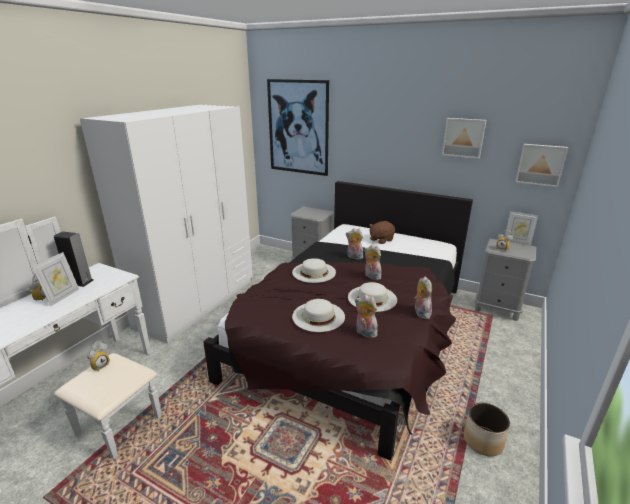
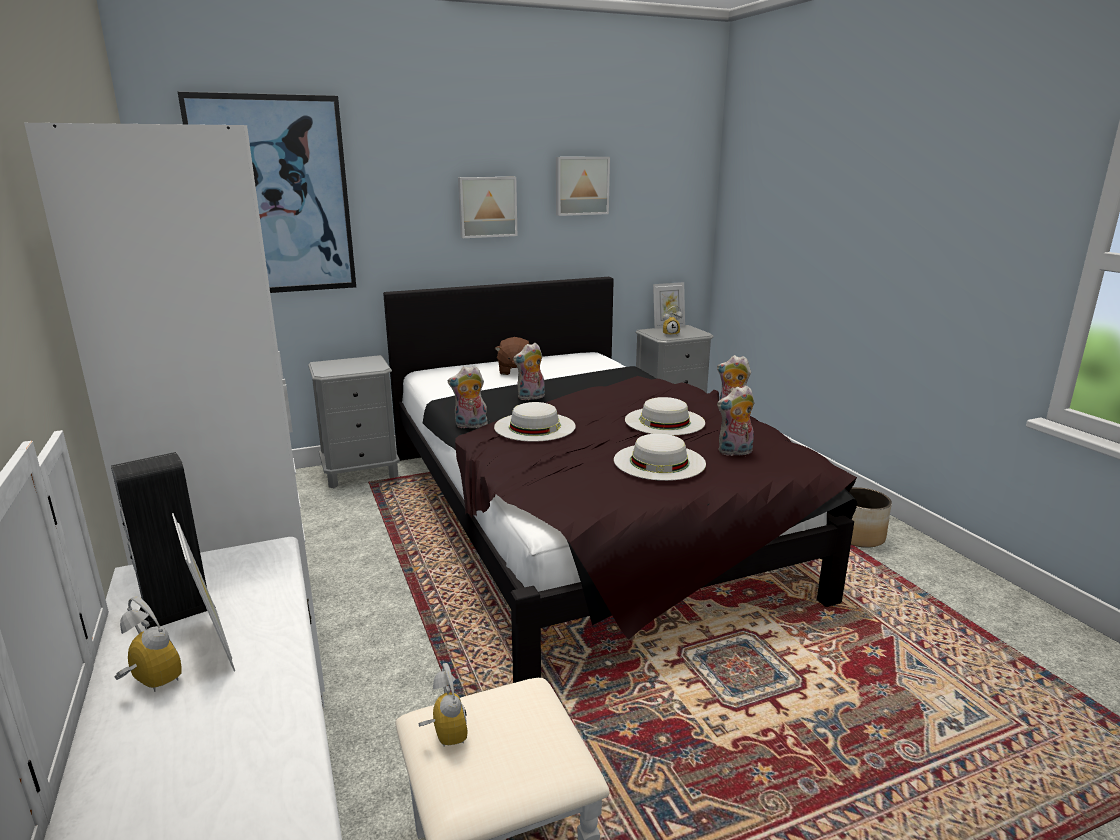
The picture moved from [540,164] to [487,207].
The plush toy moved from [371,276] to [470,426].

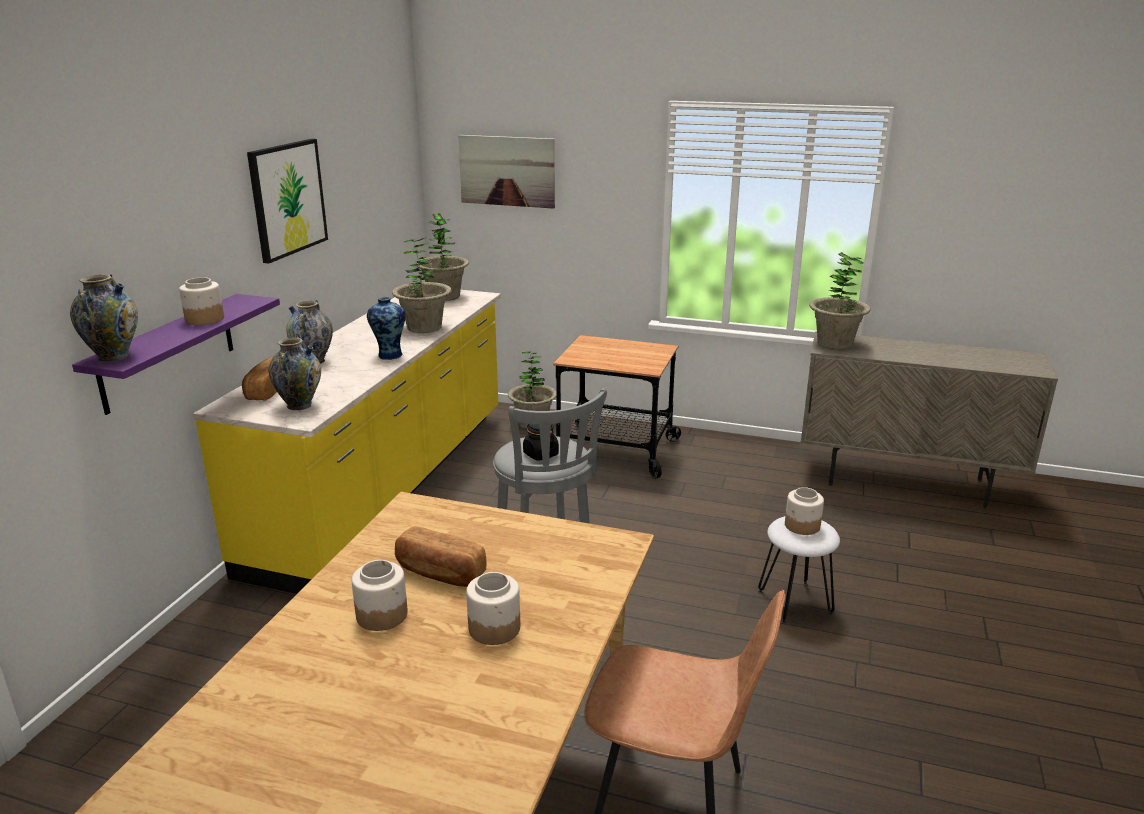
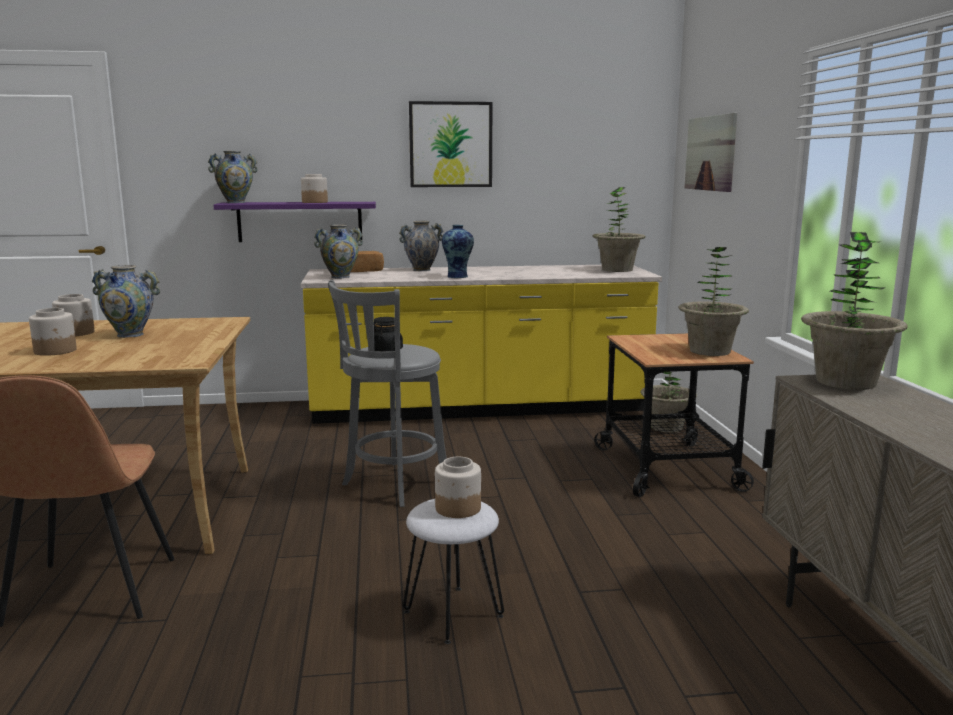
The potted plant moved from [424,327] to [710,351].
The bread at [439,573] was replaced by the vase at [130,335].

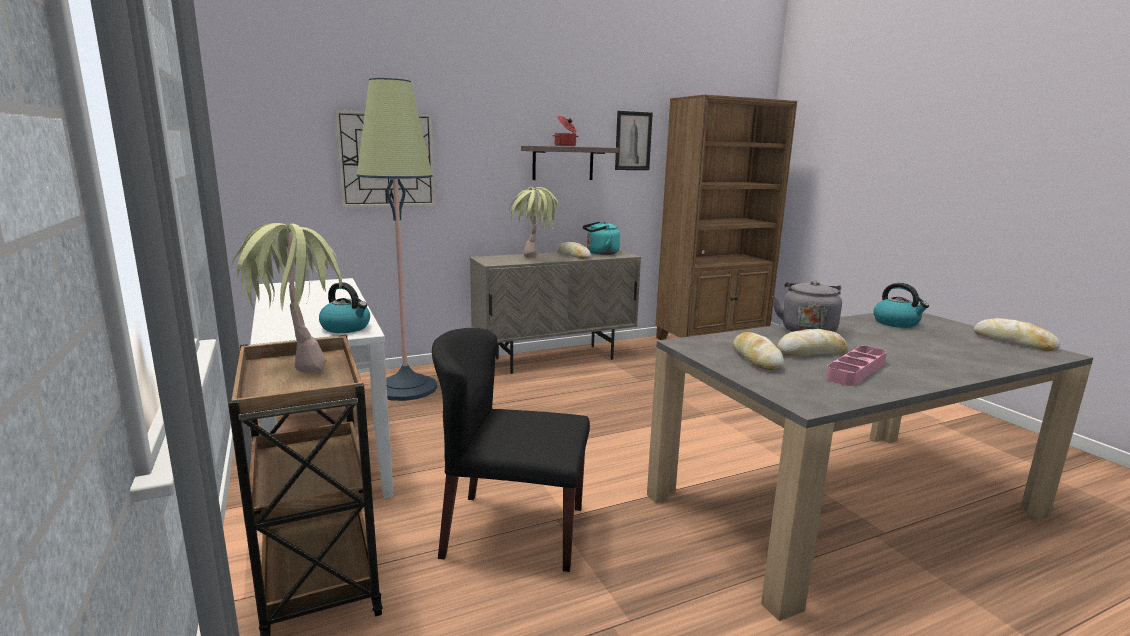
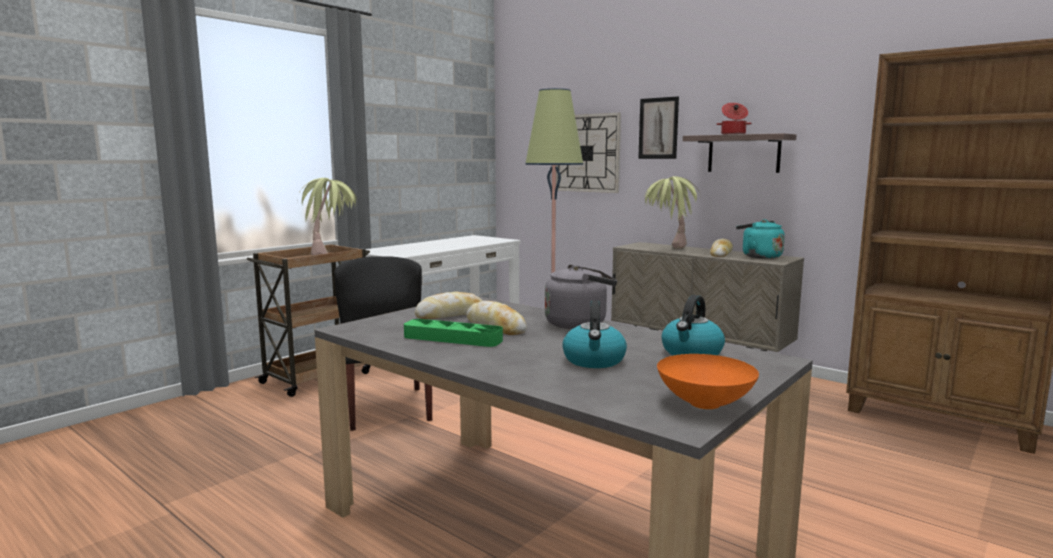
The picture moved from [633,141] to [658,128].
The kettle moved from [346,328] to [594,361].
The bread at [1014,342] was replaced by the orange bowl at [705,404].
The pink tray at [856,370] became the green tray at [452,338].

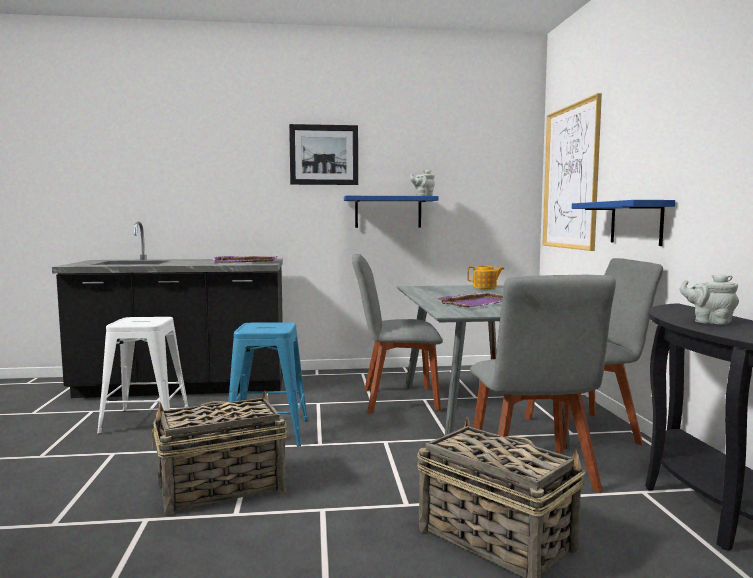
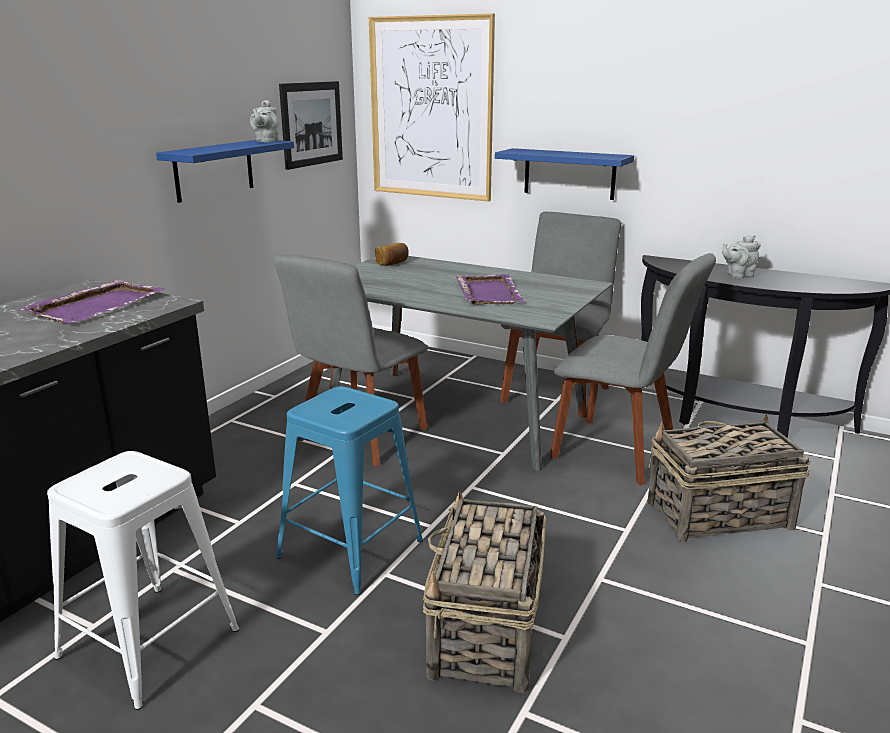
The picture moved from [324,155] to [311,124].
The teapot at [485,287] was replaced by the bread at [393,263].

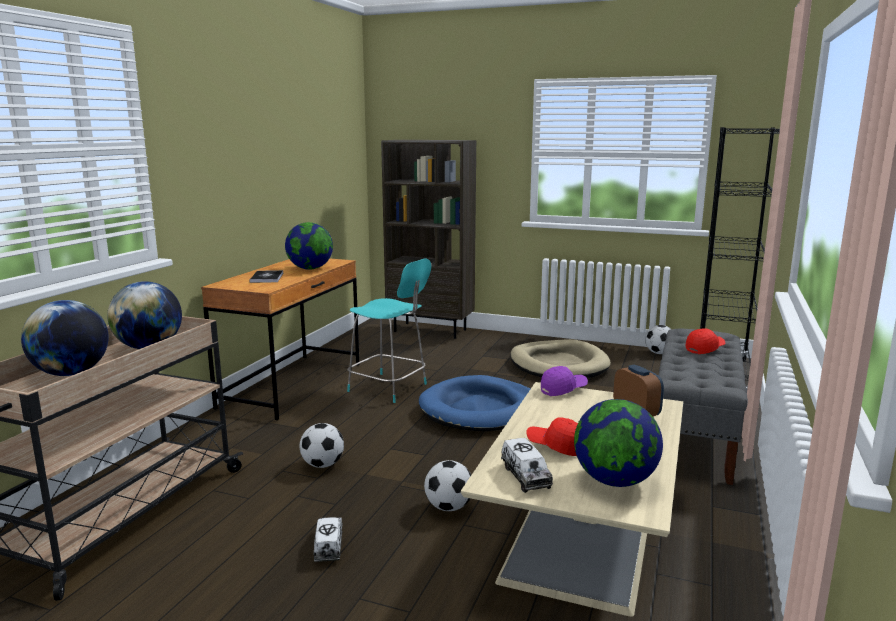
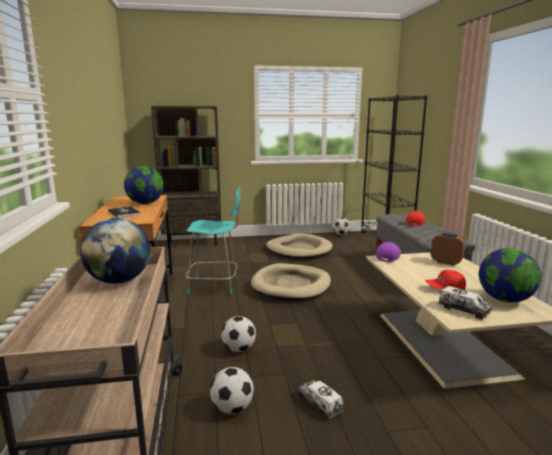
The globe at [71,373] disappeared.
The blue dog bed at [481,409] became the beige dog bed at [291,285].
The football moved from [448,507] to [232,408].

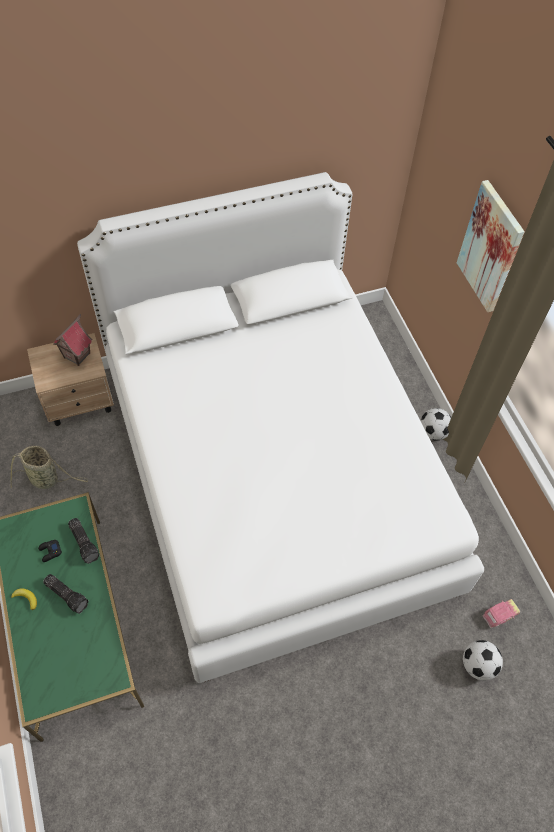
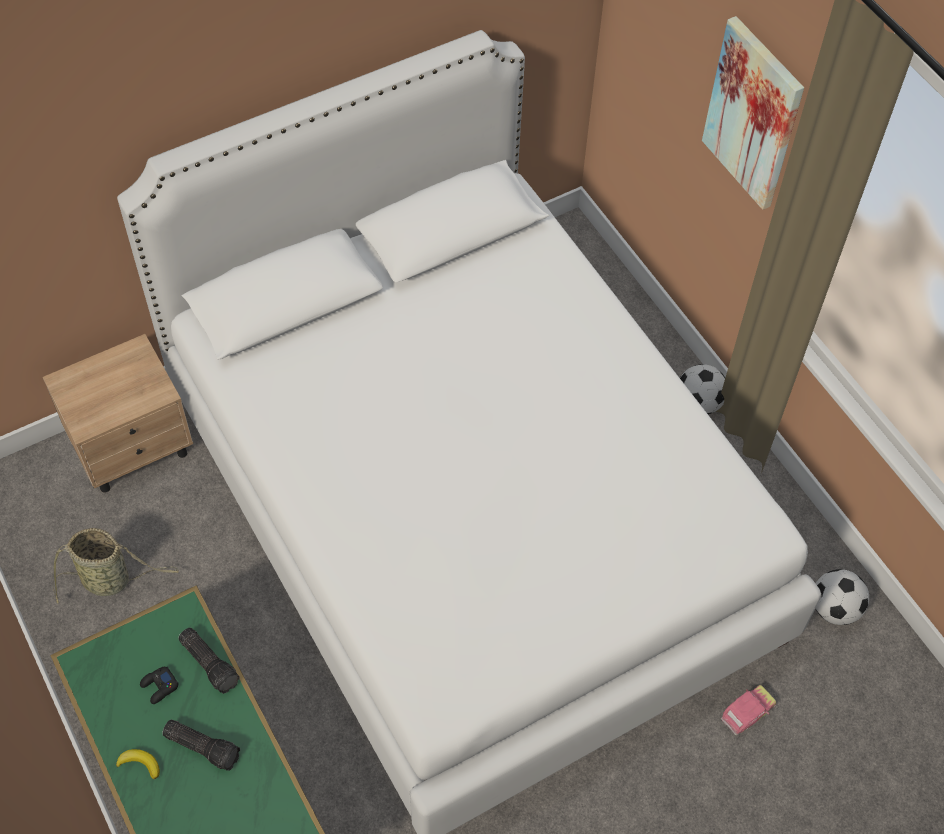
The toy house at [76,355] disappeared.
The toy car moved from [499,615] to [747,713].
The football moved from [478,665] to [834,609].

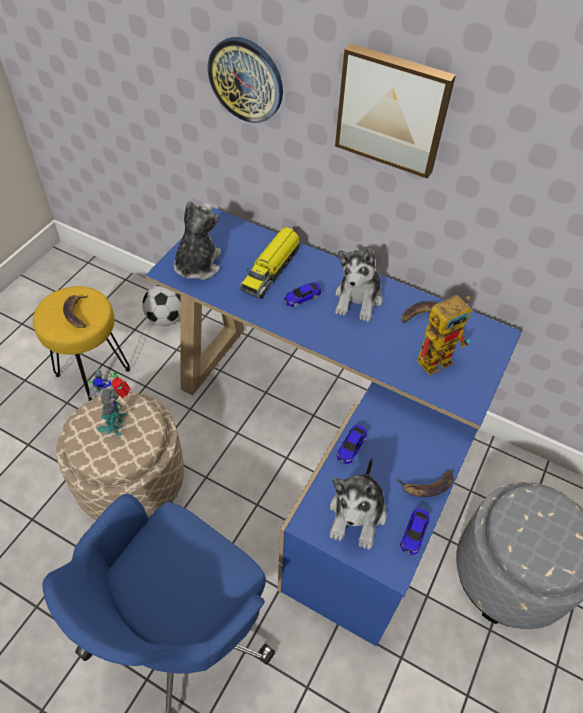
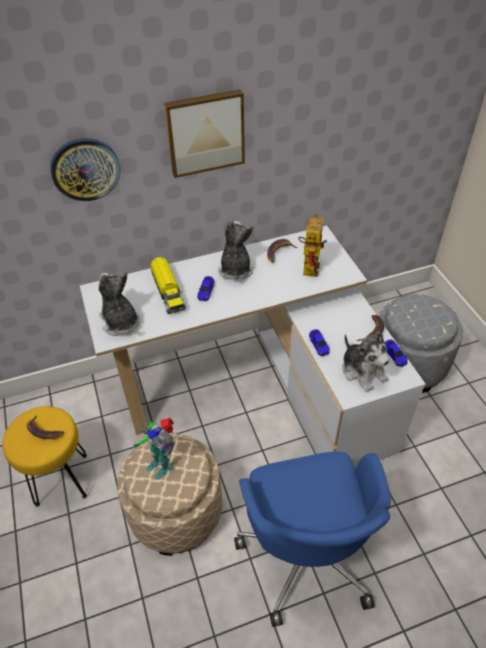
The blue desk at [328,445] became the white desk at [259,385].
The plush toy at [358,299] turned 150 degrees counterclockwise.
The football at [166,318] disappeared.

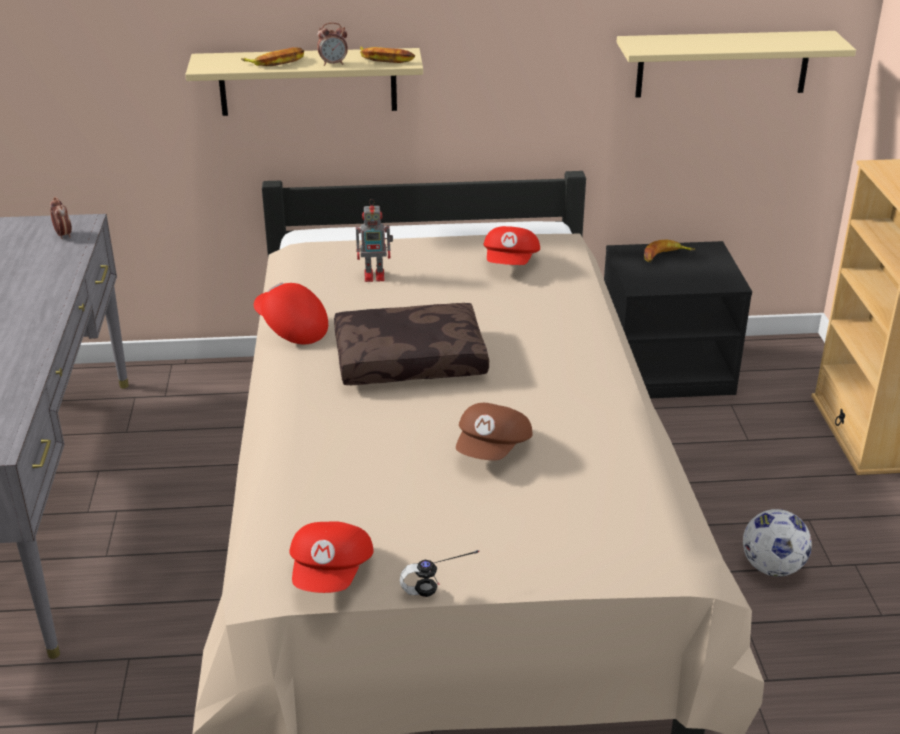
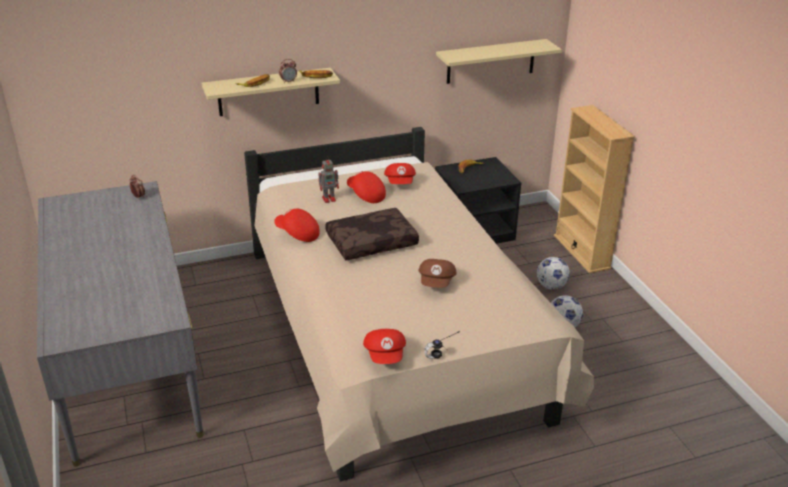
The red cap at [365,195] appeared.
The football at [551,286] appeared.

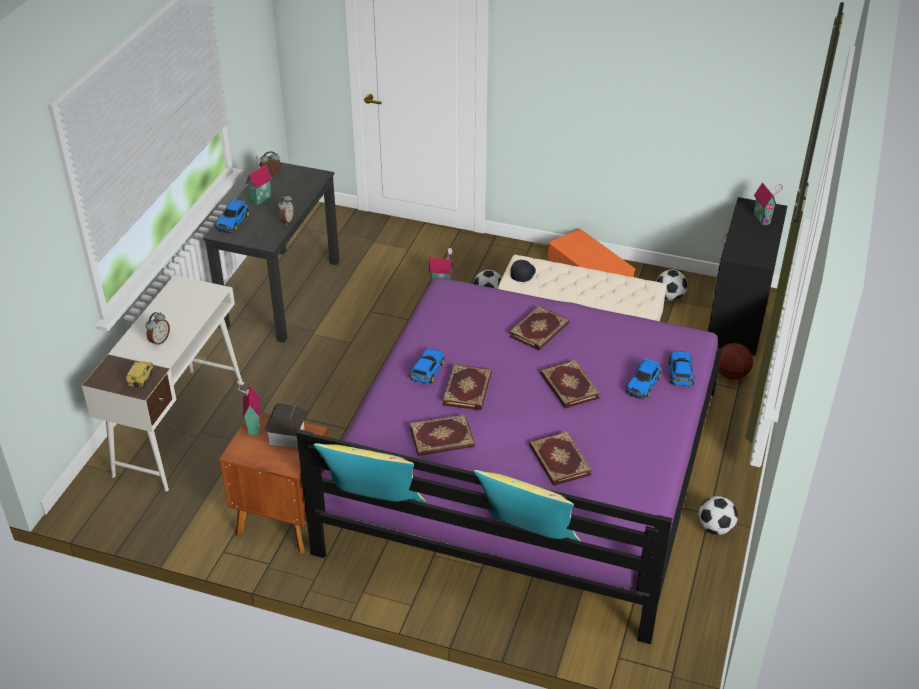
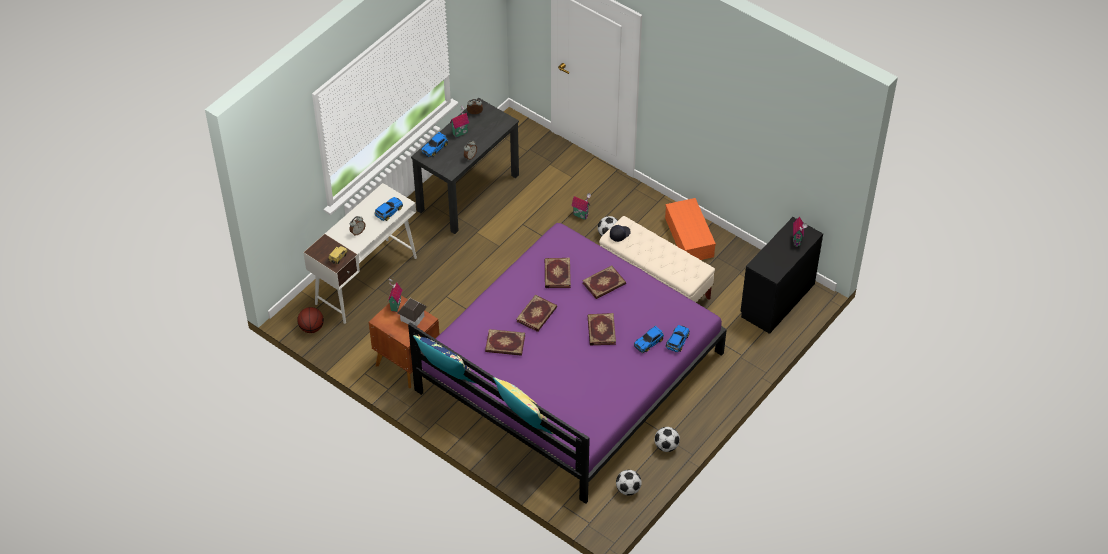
The football moved from [669,297] to [628,489].
The basketball moved from [731,375] to [311,328].
The toy car moved from [426,371] to [388,211].
The book moved from [558,461] to [556,274].
The yellow pillow at [373,505] became the blue pillow at [446,376].

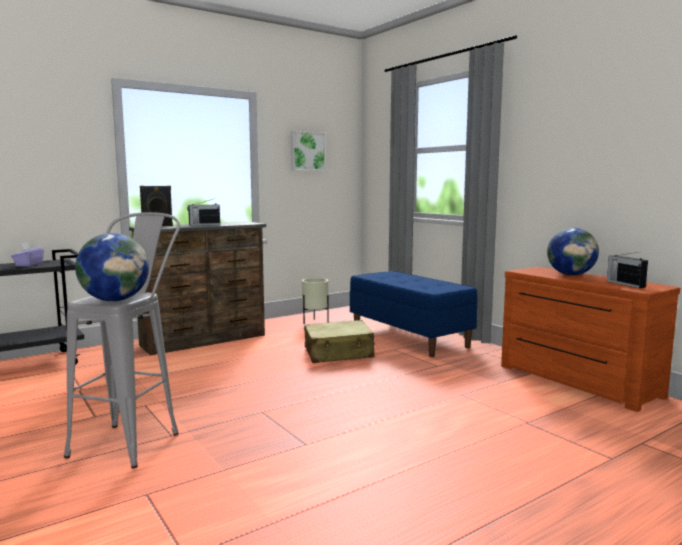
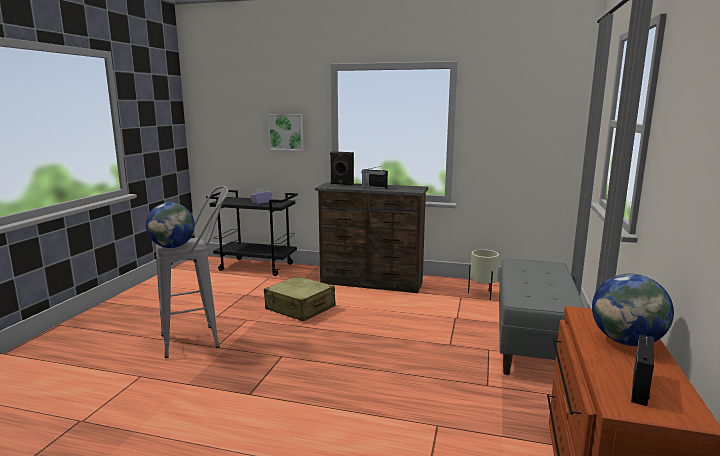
The picture moved from [307,151] to [286,132].
The blue bench at [409,337] became the grey bench at [533,344].
The beige suitcase moved from [338,353] to [300,308].

